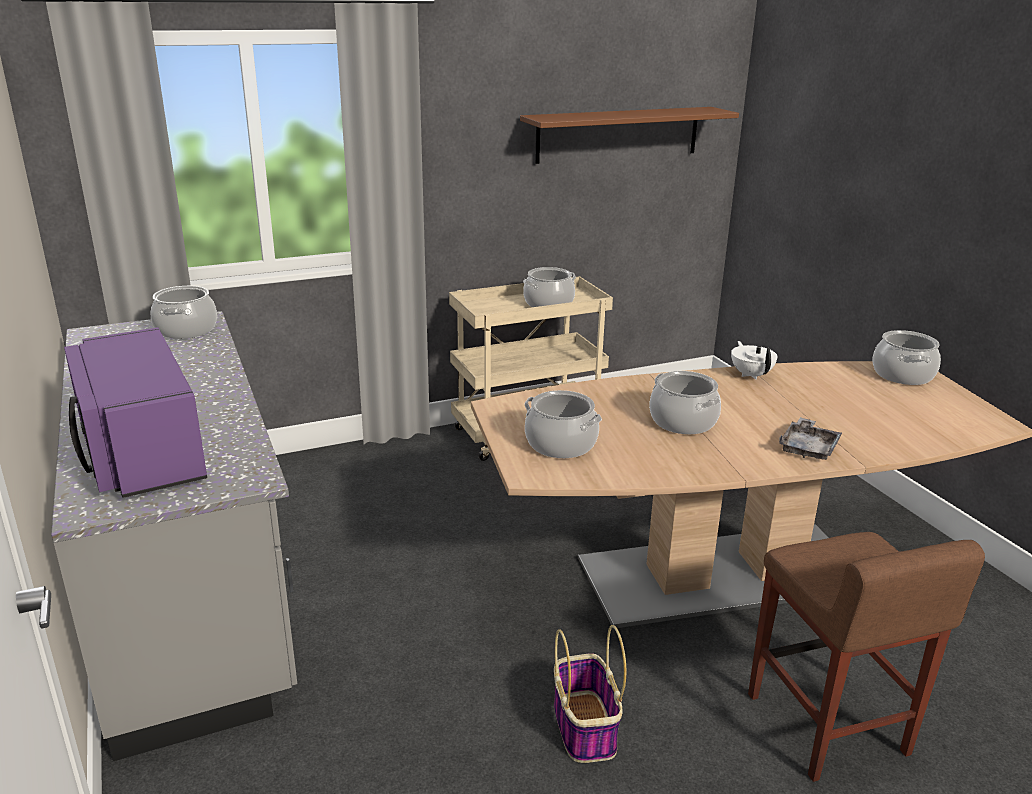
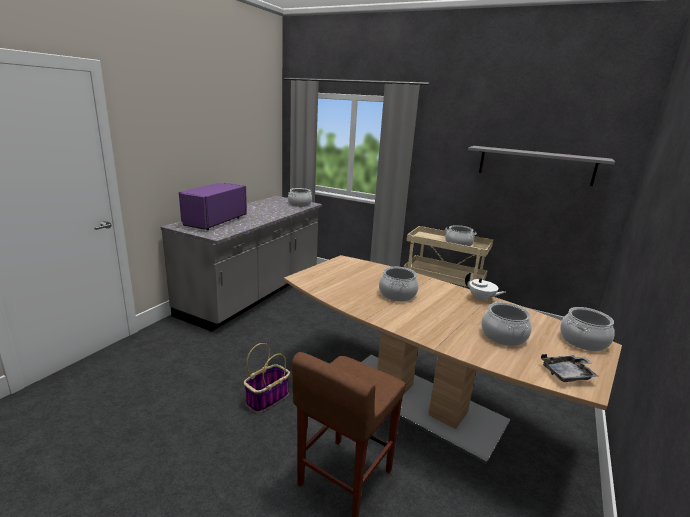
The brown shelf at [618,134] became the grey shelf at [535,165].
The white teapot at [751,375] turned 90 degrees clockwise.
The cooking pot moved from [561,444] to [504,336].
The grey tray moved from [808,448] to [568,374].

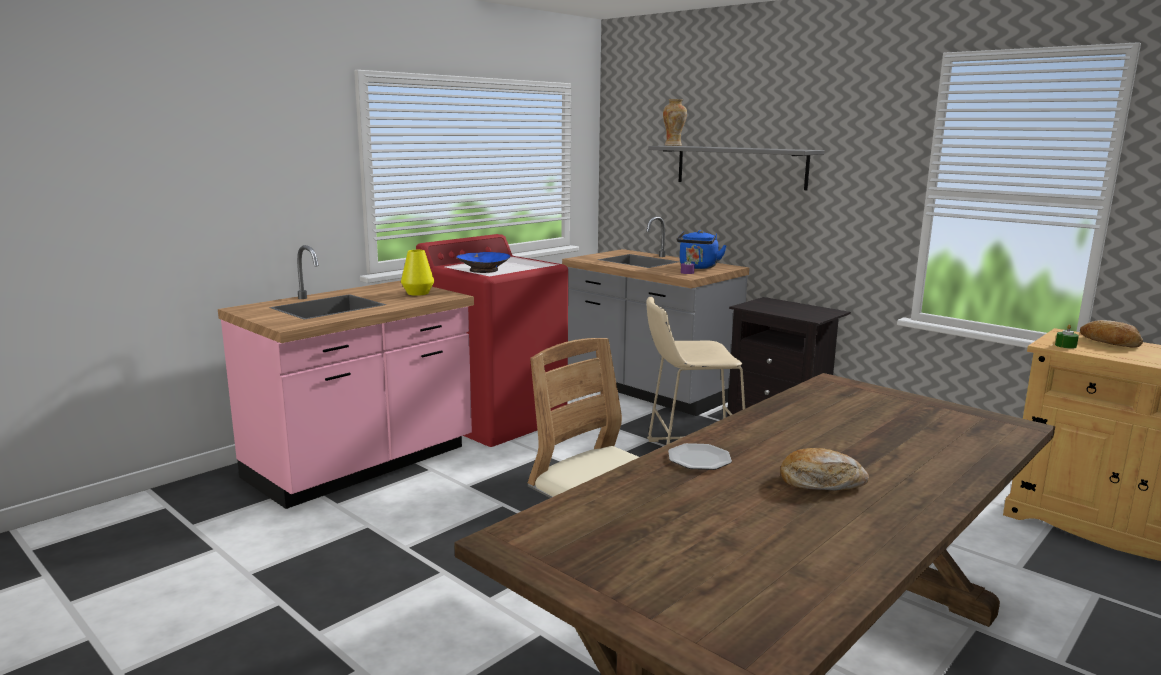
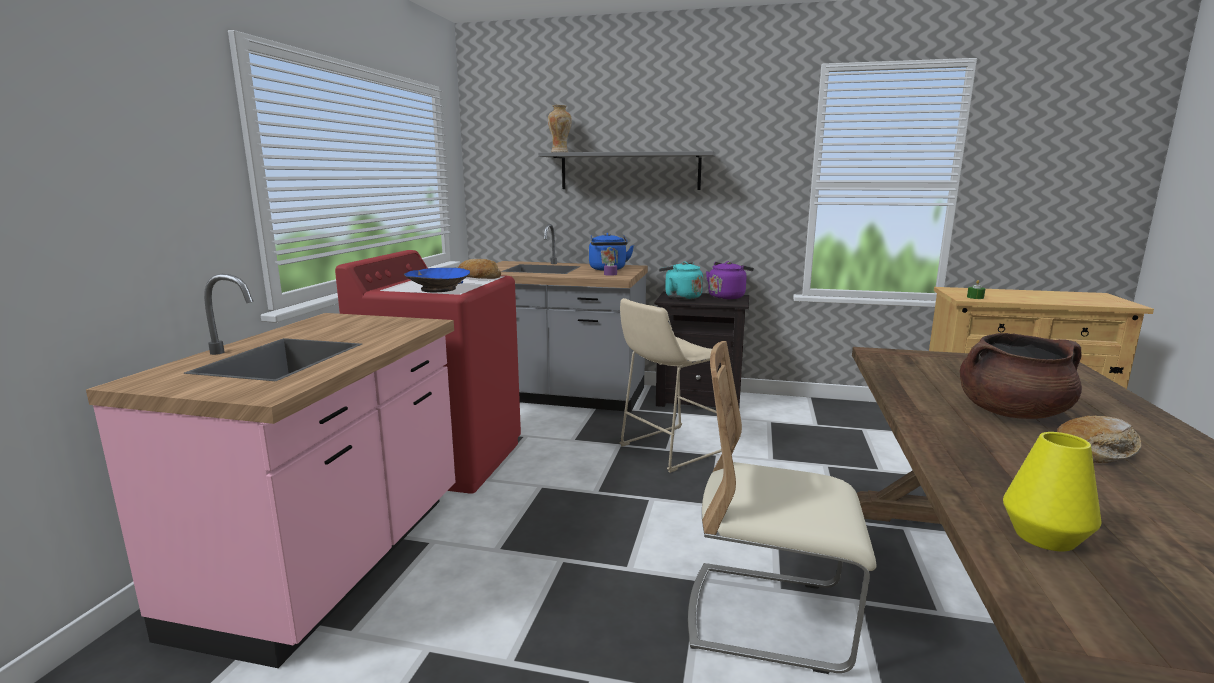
The yellow vase moved from [418,293] to [1044,536].
The bread moved from [1109,342] to [478,277].
The plate at [700,459] disappeared.
The turquoise kettle at [680,297] appeared.
The purple kettle at [727,296] appeared.
The brown cooking pot at [1012,413] appeared.

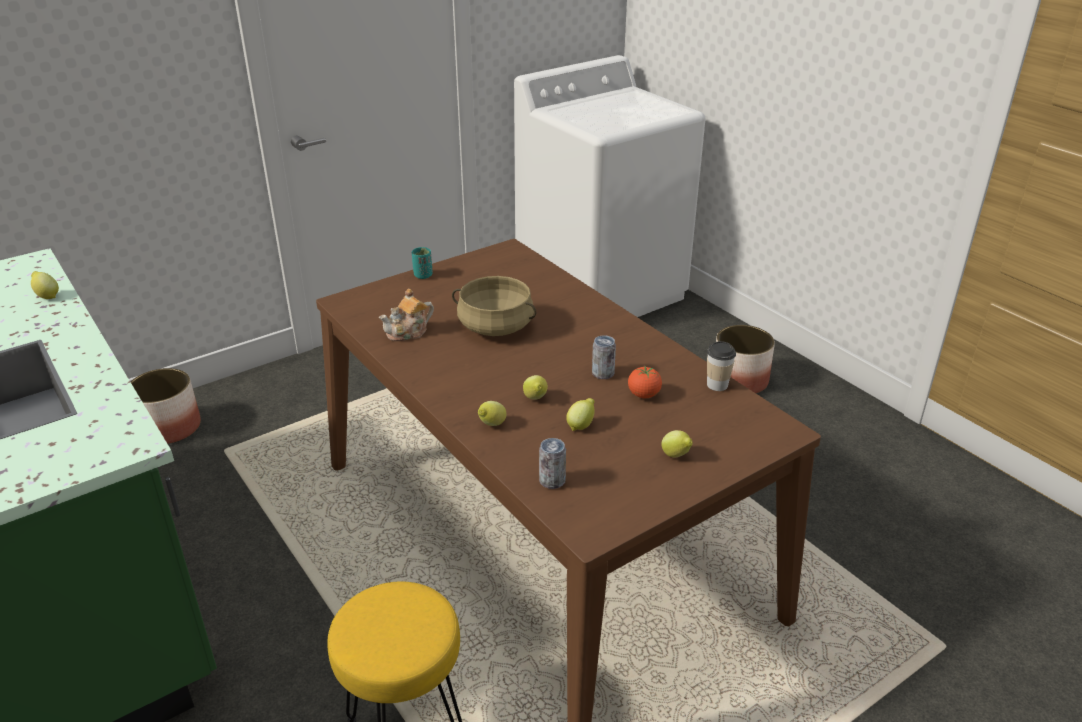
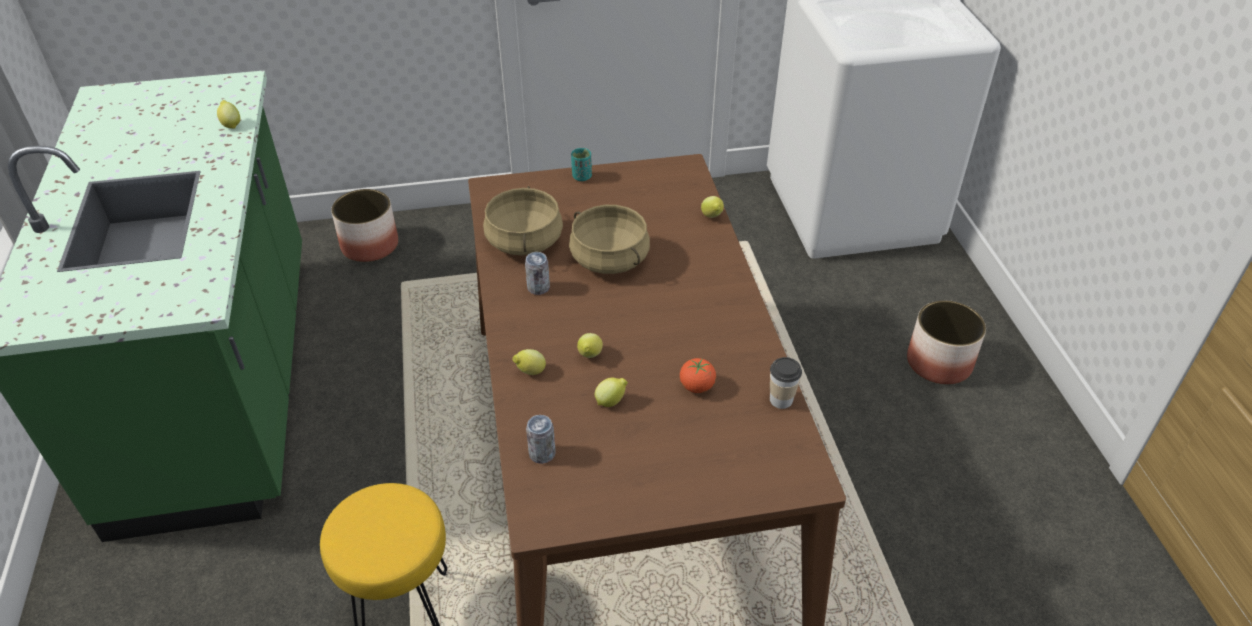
The teapot at [408,332] was replaced by the beige cooking pot at [525,241].
The can moved from [603,373] to [538,288].
The lemon moved from [676,456] to [712,217].

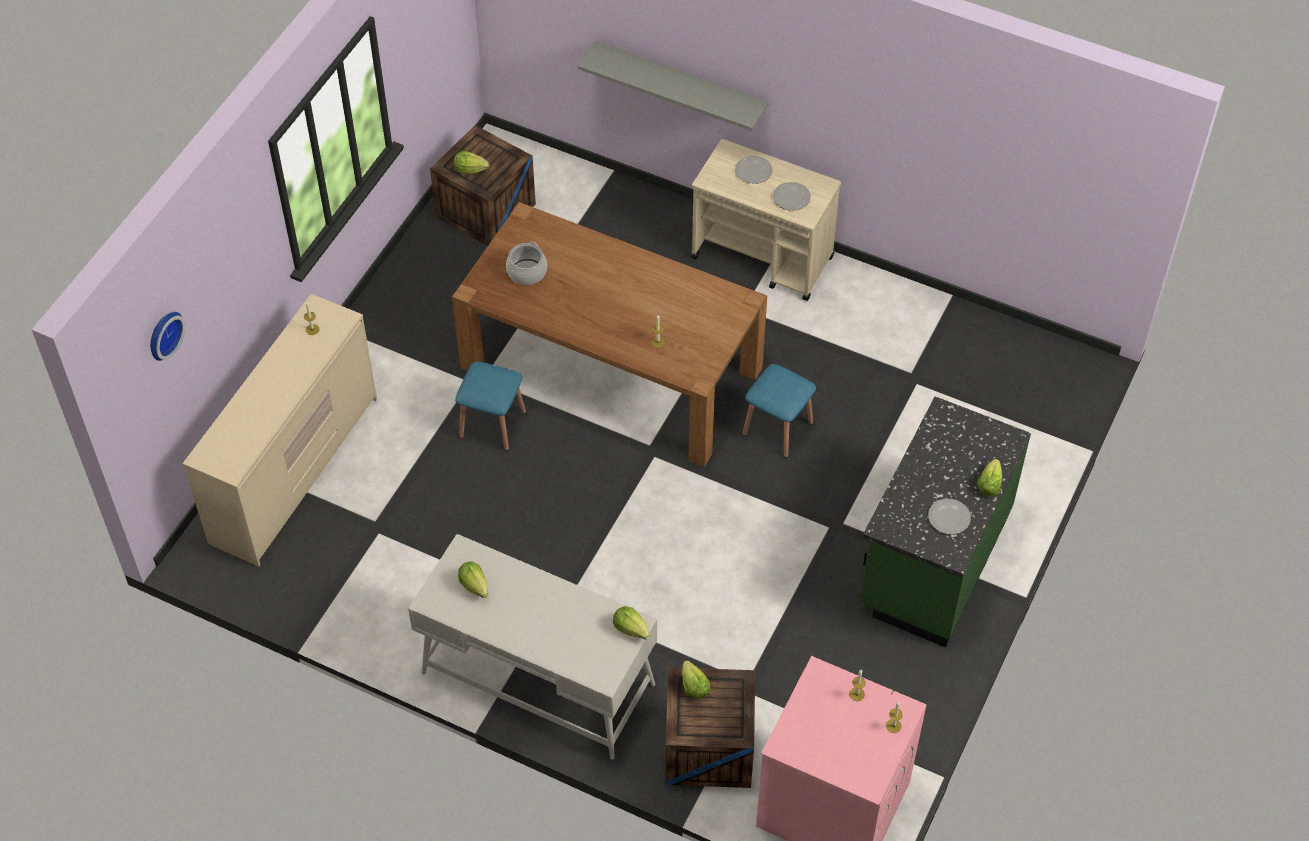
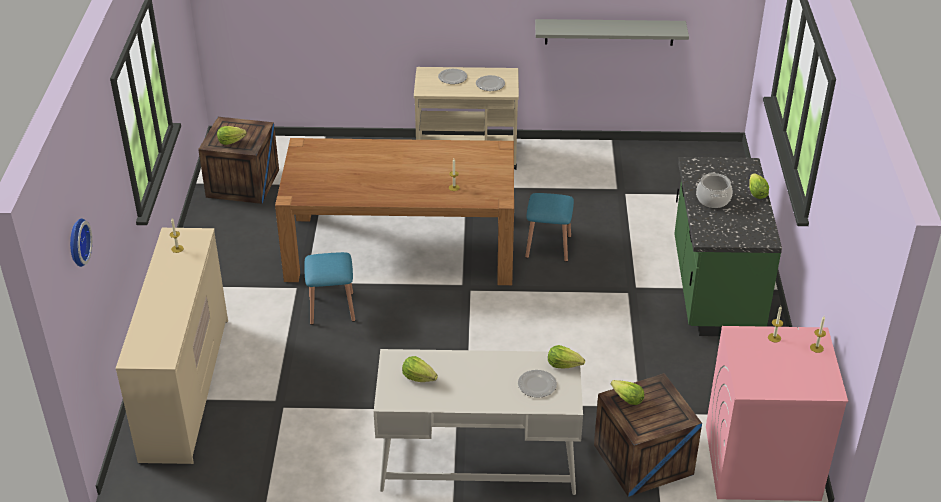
The grey shelf moved from [681,83] to [609,32].
The cooking pot moved from [526,272] to [712,199].
The plate moved from [949,518] to [537,385].

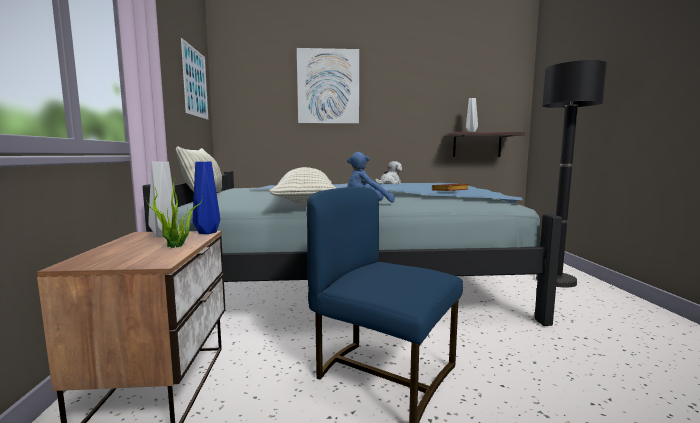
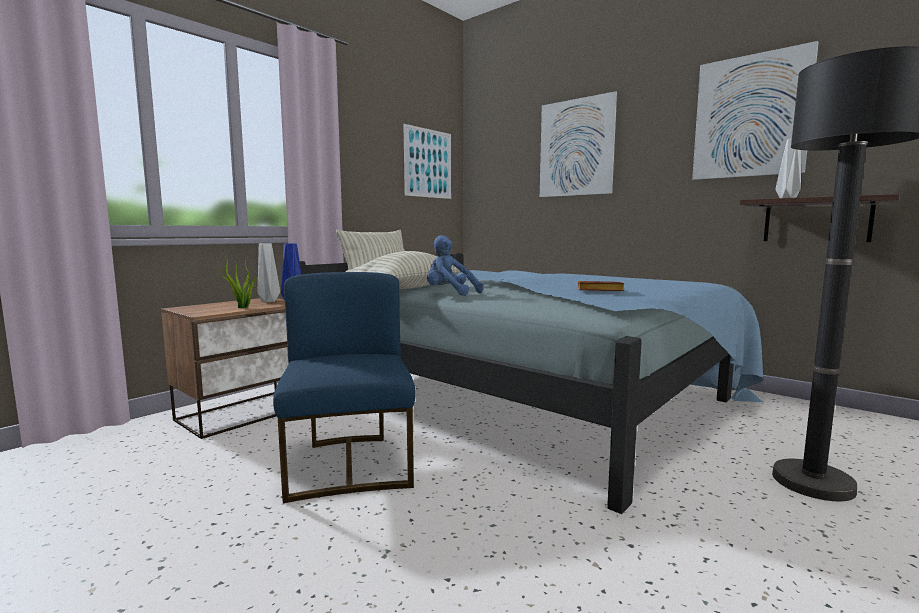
The plush toy at [389,183] disappeared.
The picture at [750,116] appeared.

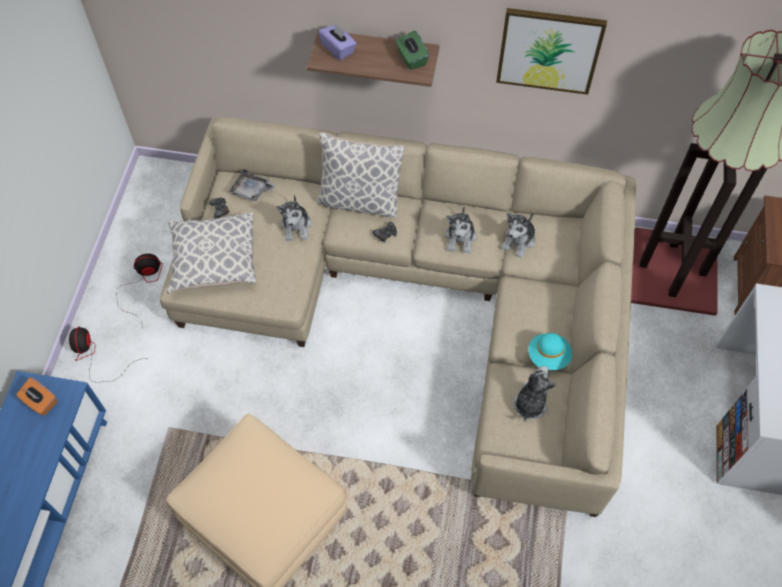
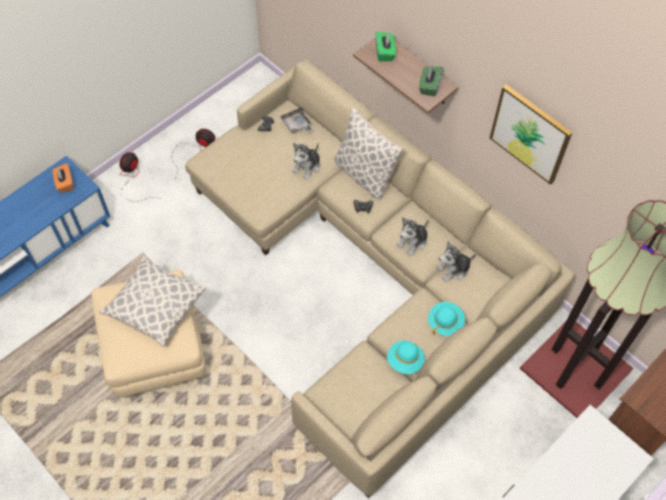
The purple tissue box at [338,49] became the green tissue box at [384,53].
The pillow moved from [214,262] to [155,307].
The plush toy at [530,403] disappeared.
The turquoise hat at [445,322] appeared.

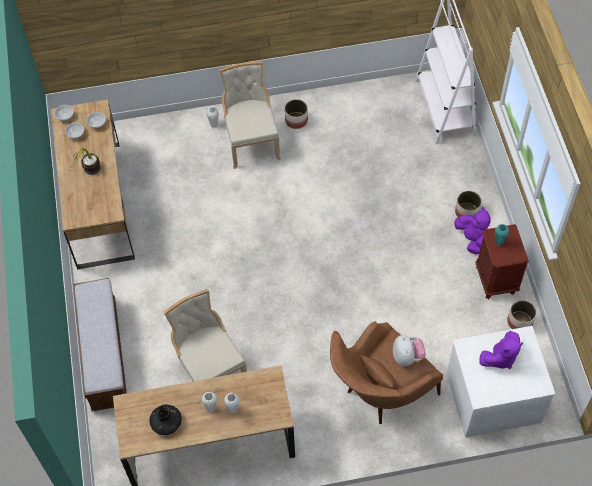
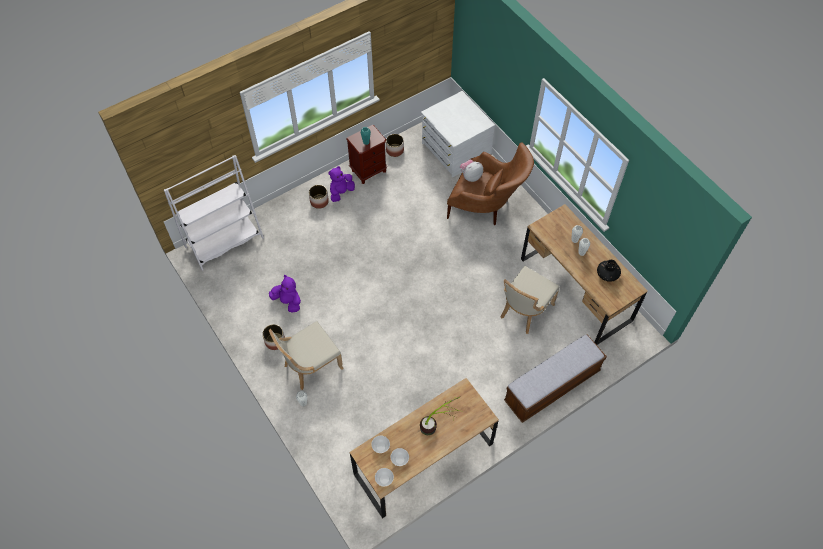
The purple plush toy moved from [500,358] to [288,301].

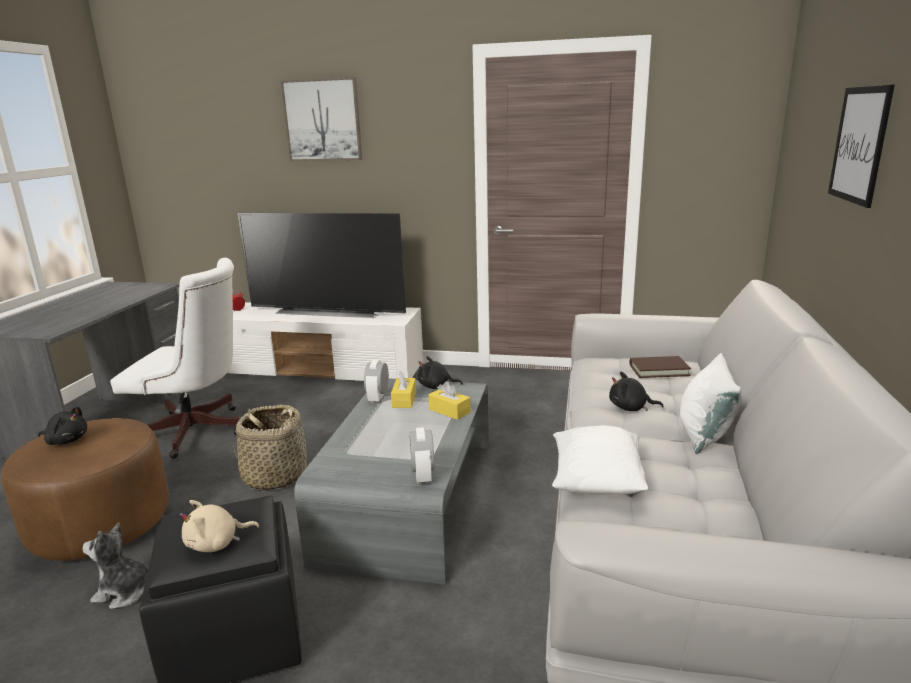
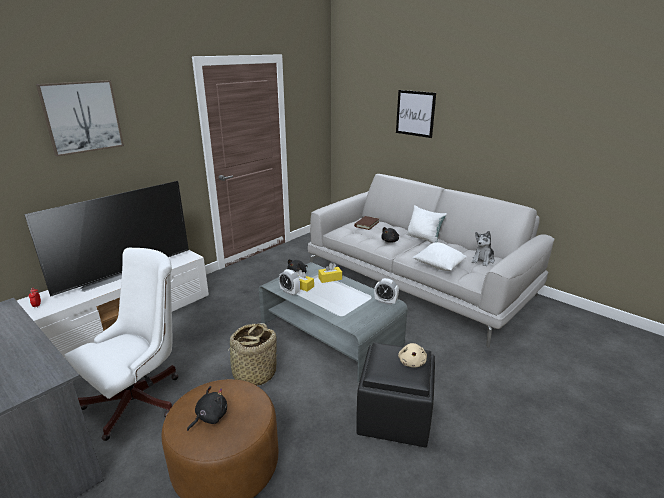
The plush toy moved from [125,592] to [483,260].

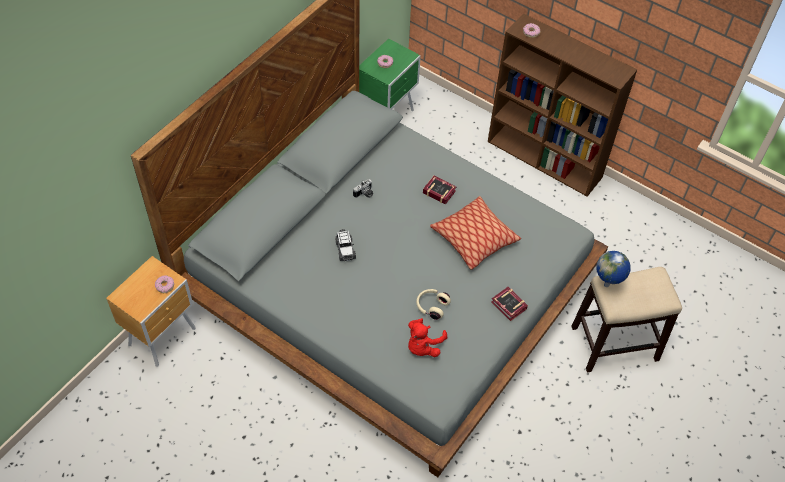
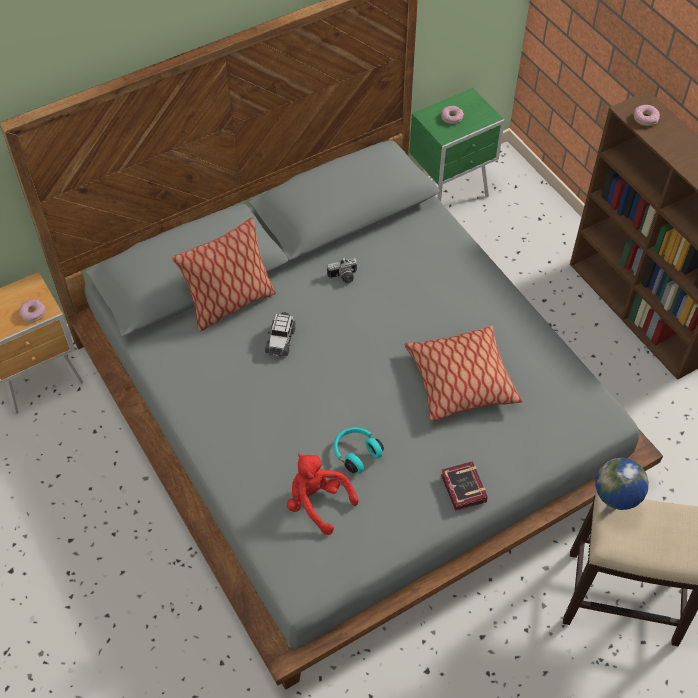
The book at [438,191] disappeared.
The beige headphones at [431,306] became the turquoise headphones at [356,453].
The red plush toy at [423,346] turned 75 degrees clockwise.
The pillow at [230,304] appeared.

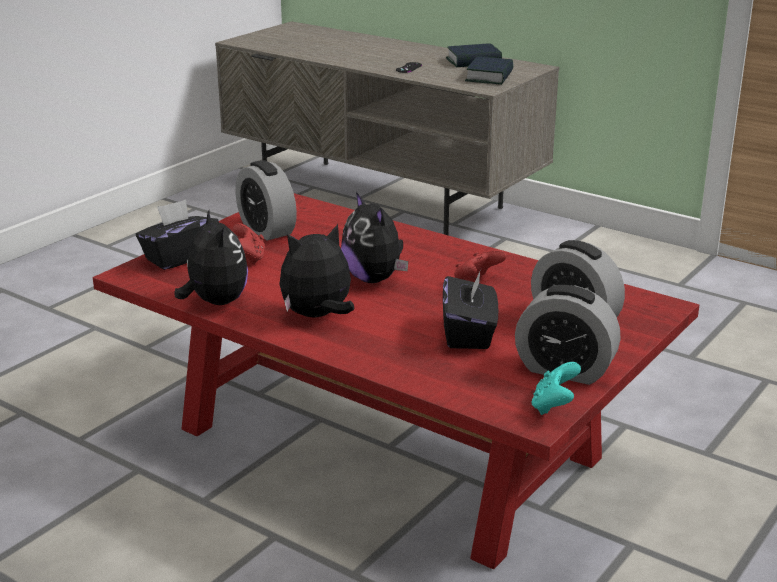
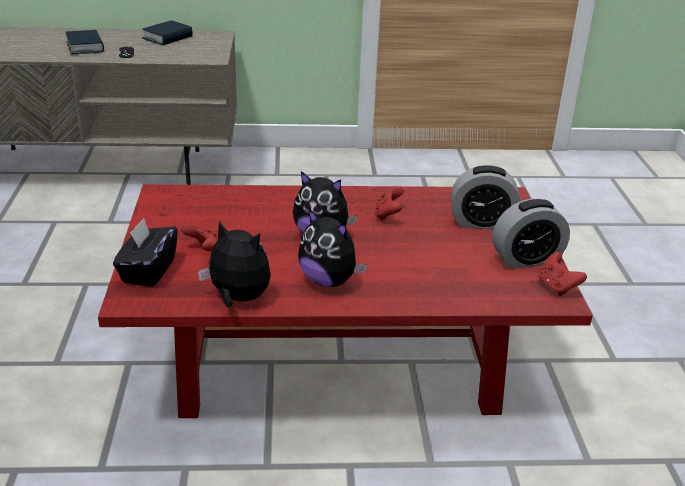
The book moved from [489,77] to [85,47].
The alarm clock at [266,230] disappeared.
The plush toy at [318,316] turned 75 degrees counterclockwise.
The black tissue box at [469,334] disappeared.
The turquoise game controller at [554,406] became the red game controller at [557,287].

